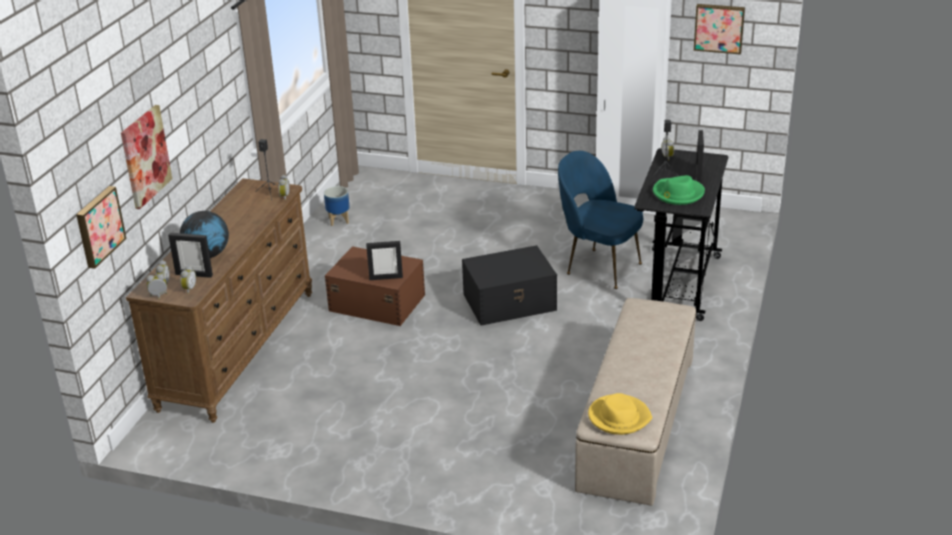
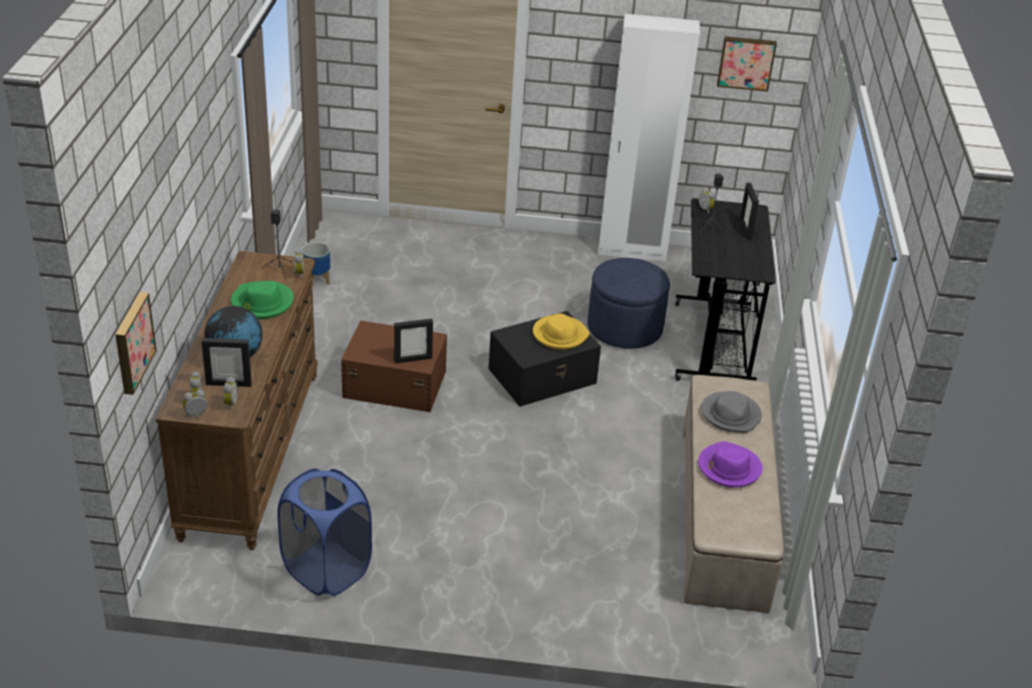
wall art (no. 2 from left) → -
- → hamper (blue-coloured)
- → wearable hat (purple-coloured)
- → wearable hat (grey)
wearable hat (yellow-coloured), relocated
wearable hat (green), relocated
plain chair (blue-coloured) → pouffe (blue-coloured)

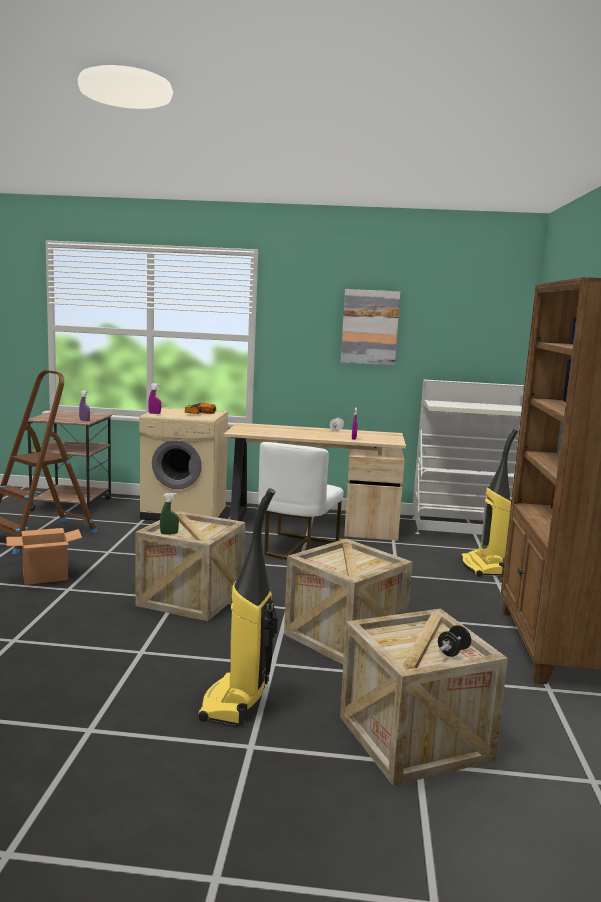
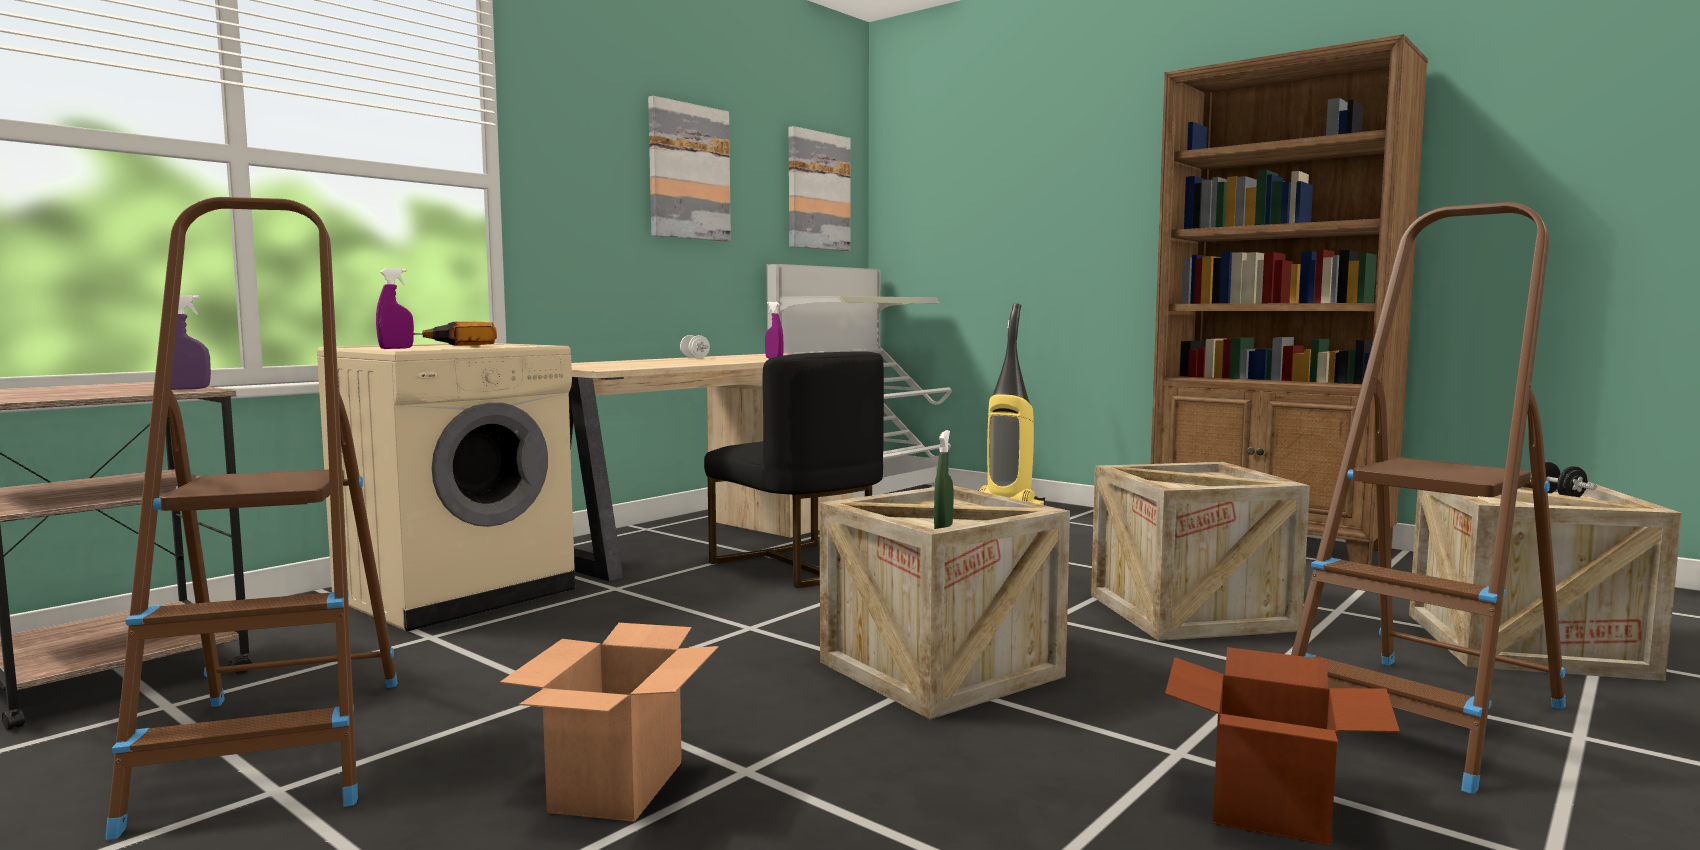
- → wall art (no. 2 from left)
- → packing box (no. 2 from left)
vacuum (no. 1 from left) → stepladder (brown-coloured) (no. 2 from left)
plain chair (white-coloured) → plain chair (blackish)

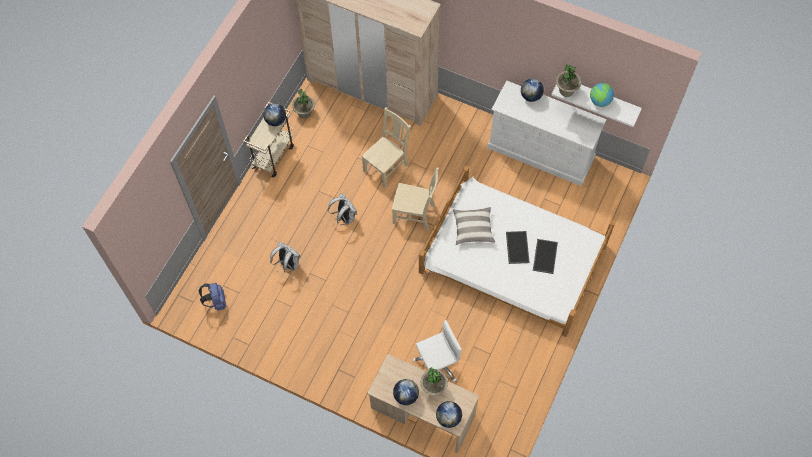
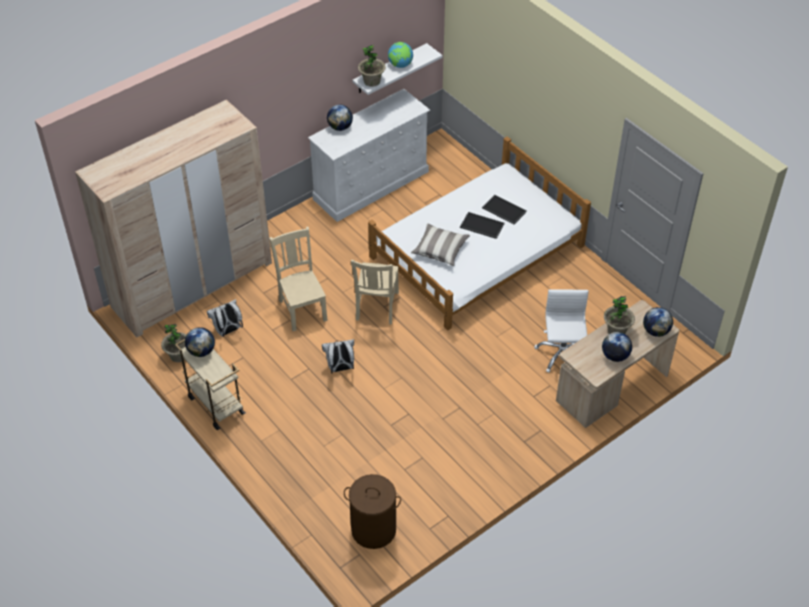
rucksack (white-coloured) (no. 1 from left), relocated
rucksack (blue-coloured) → hamper (brown-coloured)
plain chair (beige-coloured) (no. 2 from left), 150 degrees clockwise

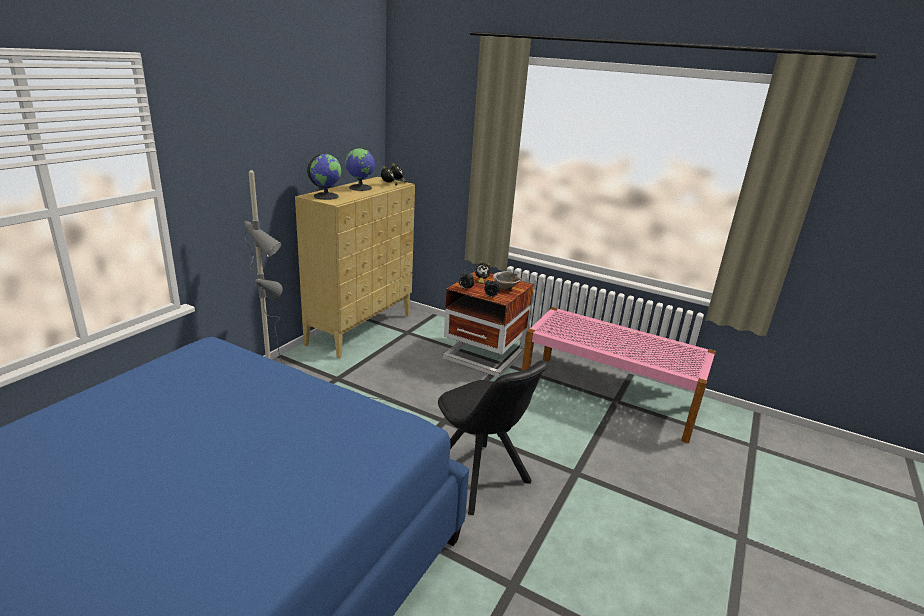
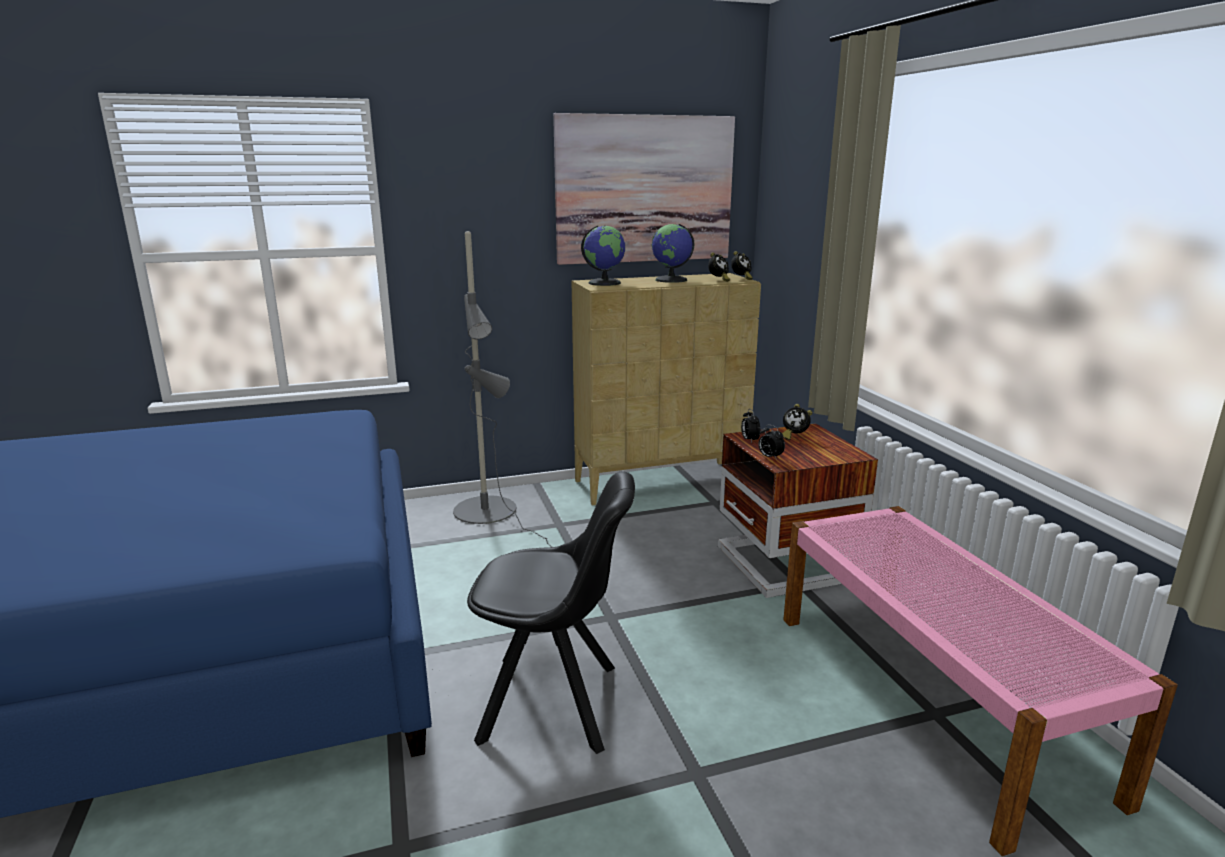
bowl → -
- → wall art
plain chair (blackish), 90 degrees counterclockwise

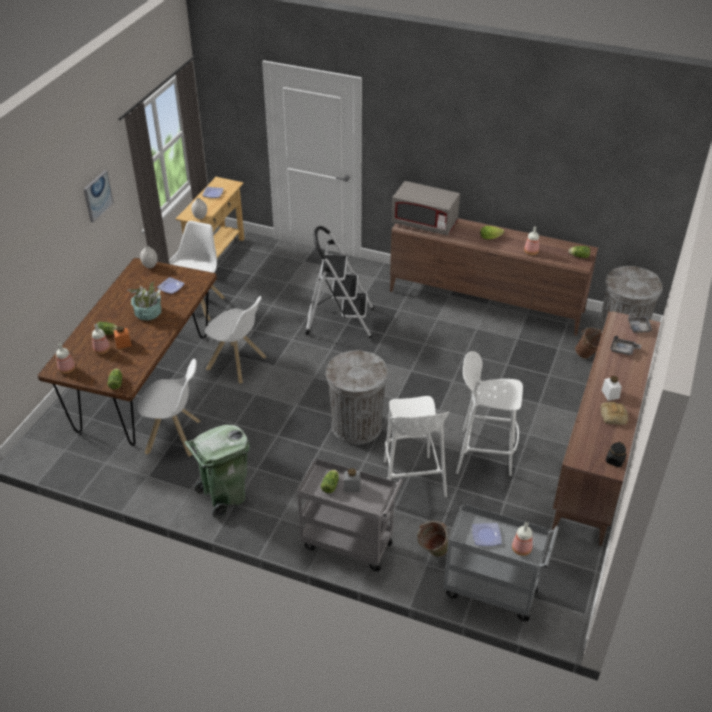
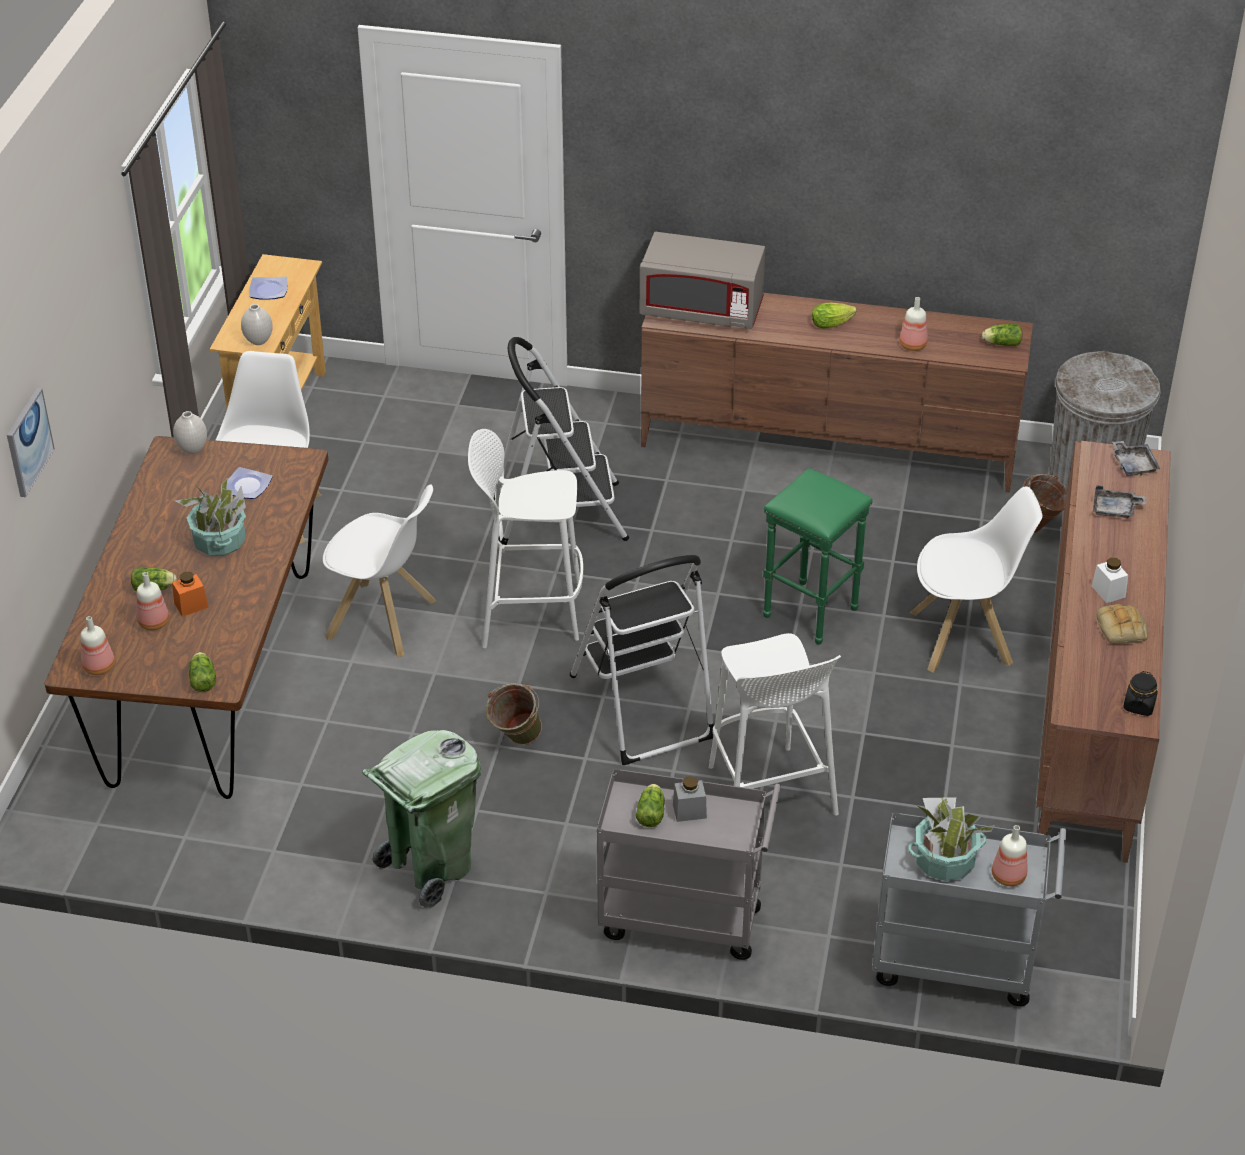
- → sitting stool (green)
wall art, relocated
plain chair (white-coloured) (no. 1 from left in the first image) → plain chair (white-coloured) (no. 3 from left), relocated
pail (green), relocated
sitting stool (white-coloured) (no. 2 from left in the first image) → sitting stool (white-coloured) (no. 1 from left), relocated
trash can (grey) (no. 1 from left) → stepladder (no. 2 from left)
plate (no. 3 from left) → potted plant (no. 2 from left)

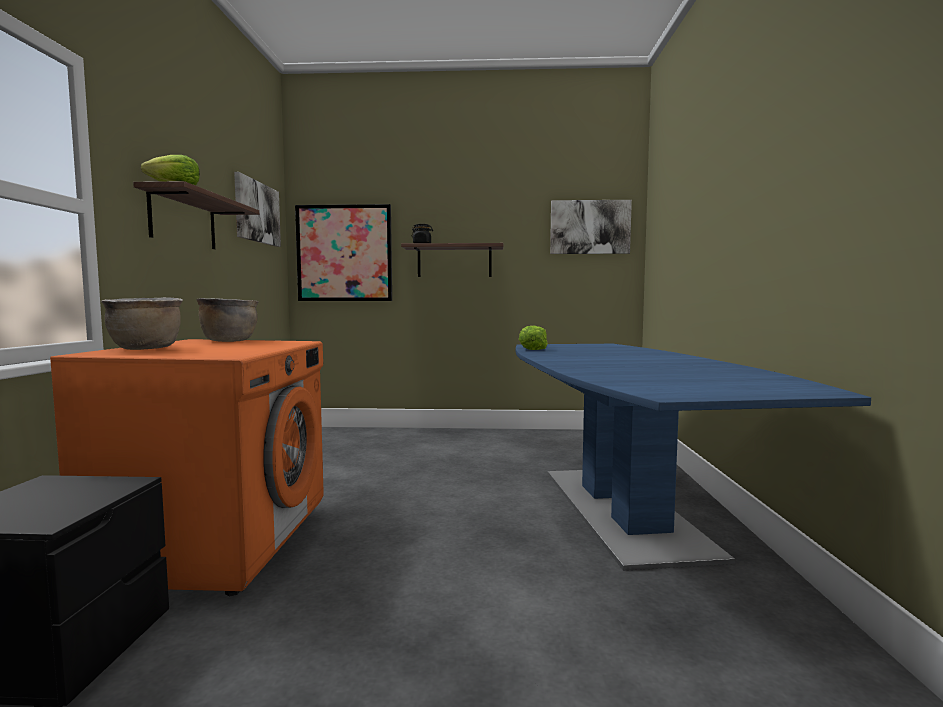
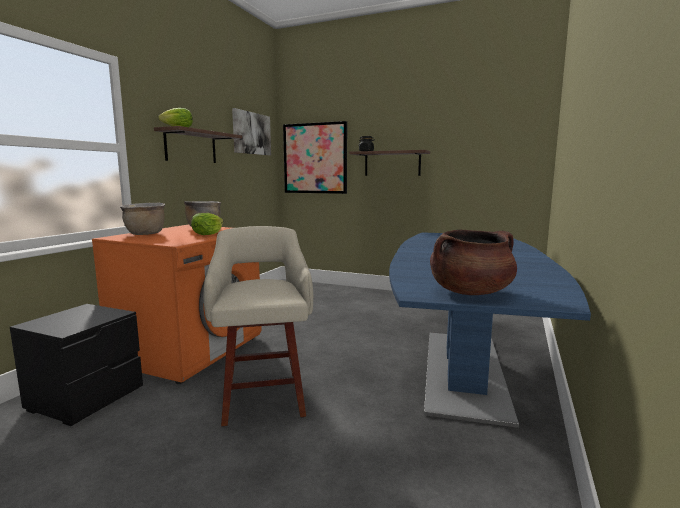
wall art (no. 3 from left) → -
- → sitting stool (beige-coloured)
- → cooking pot (brown-coloured) (no. 3 from left)
head of lettuce (no. 2 from left), relocated

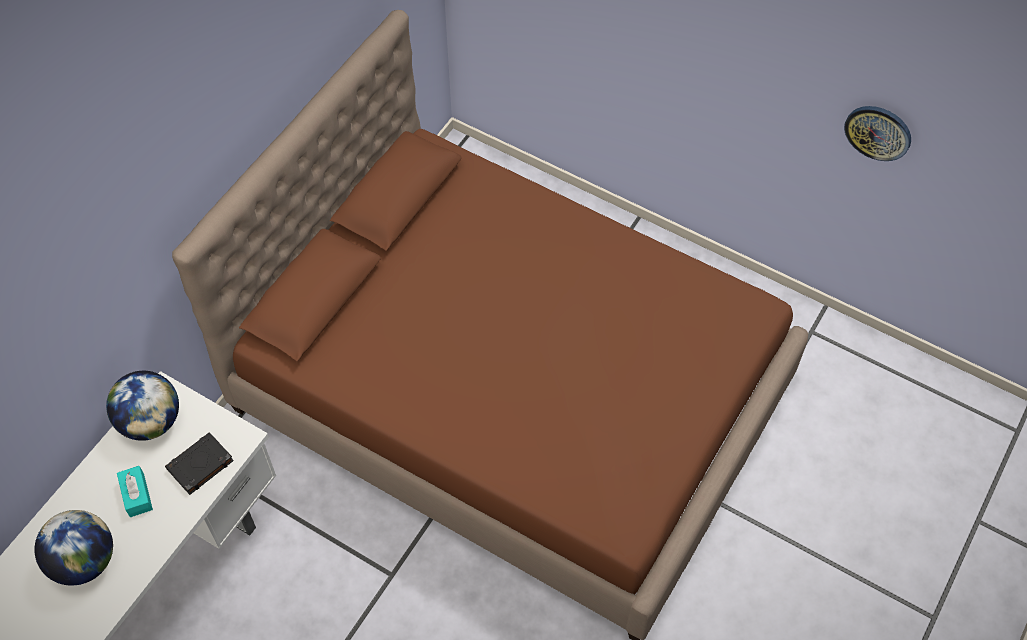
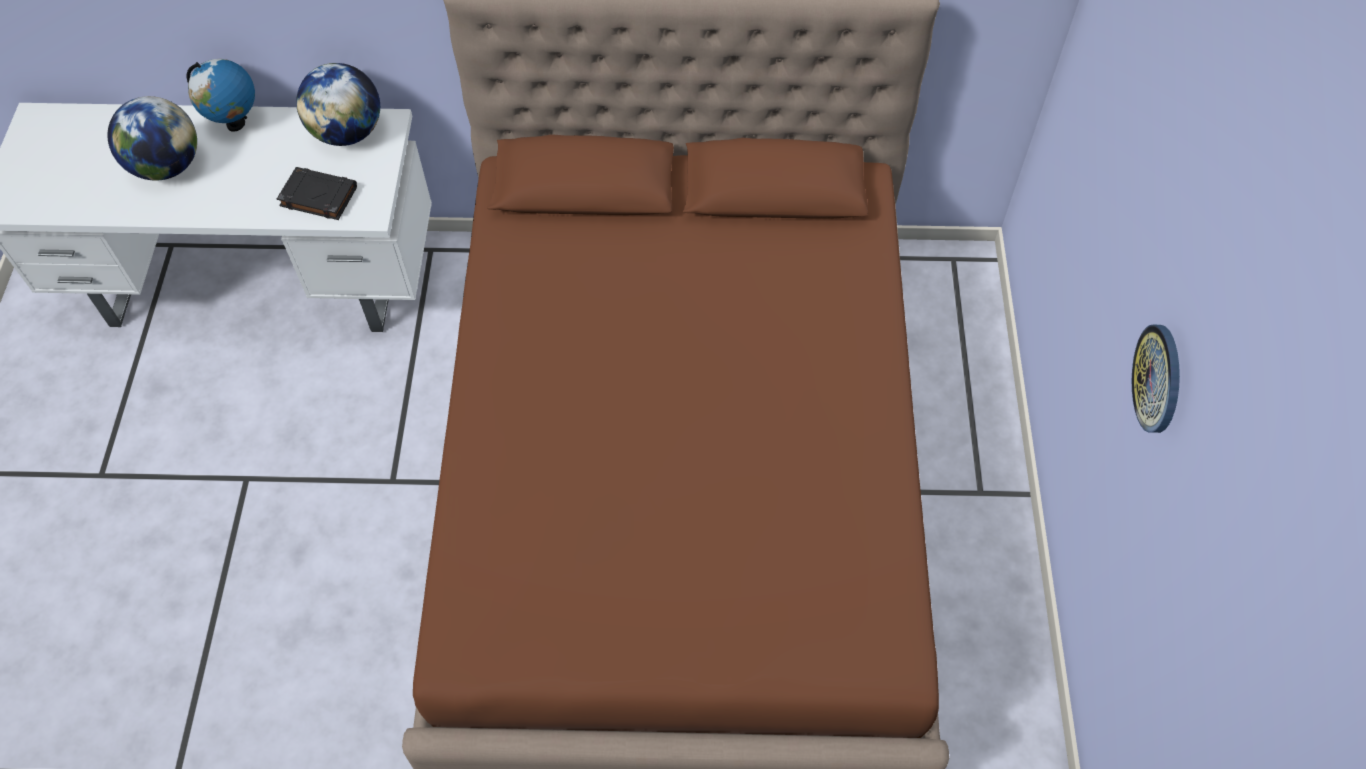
tissue box (blue-green) → -
- → desk globe (no. 2 from left)
wall clock, relocated

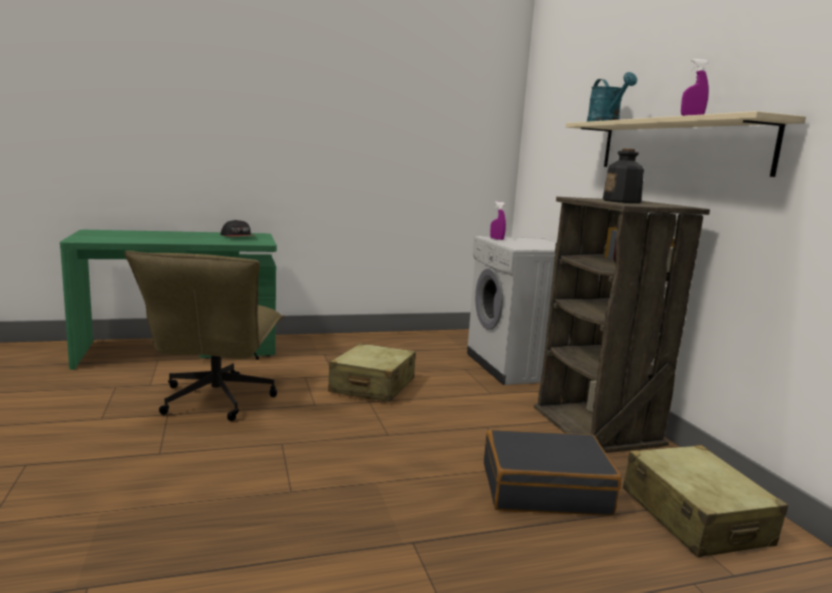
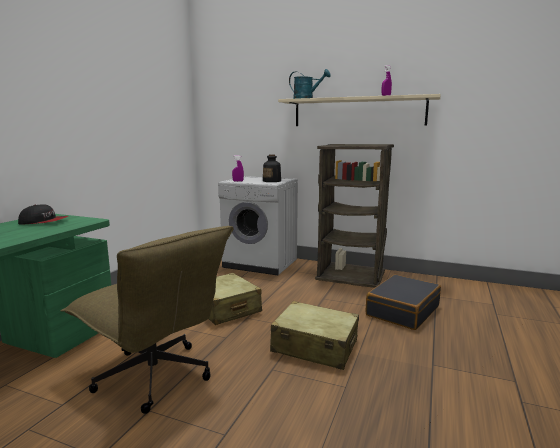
beverage bottle, relocated
suitcase (beige-coloured) (no. 2 from left), relocated

